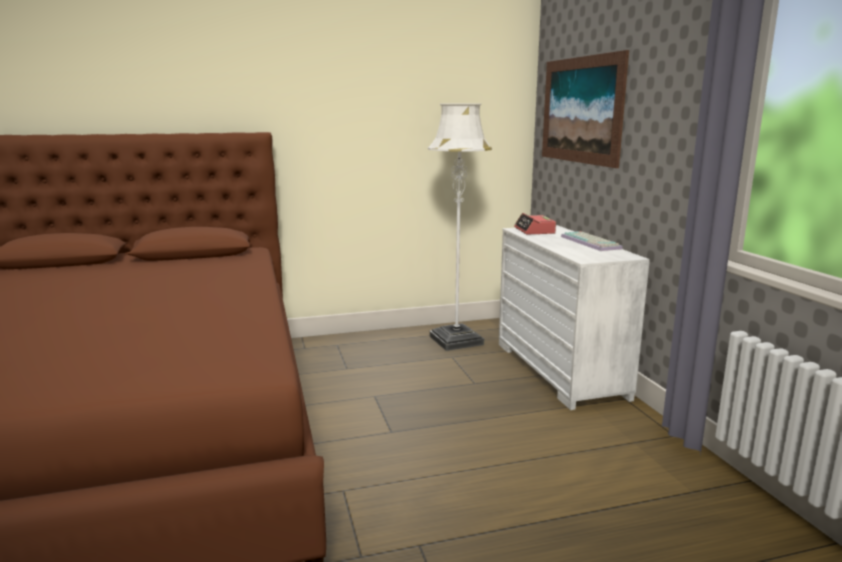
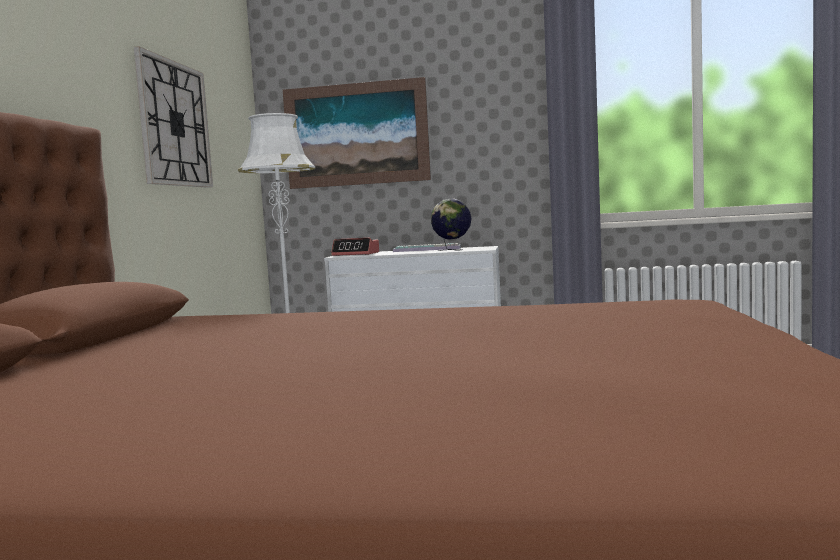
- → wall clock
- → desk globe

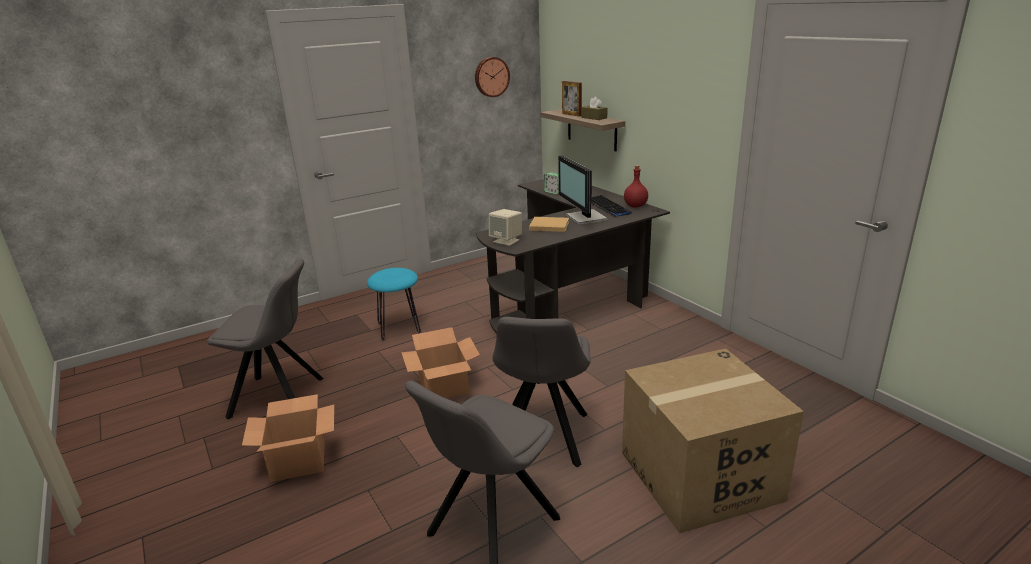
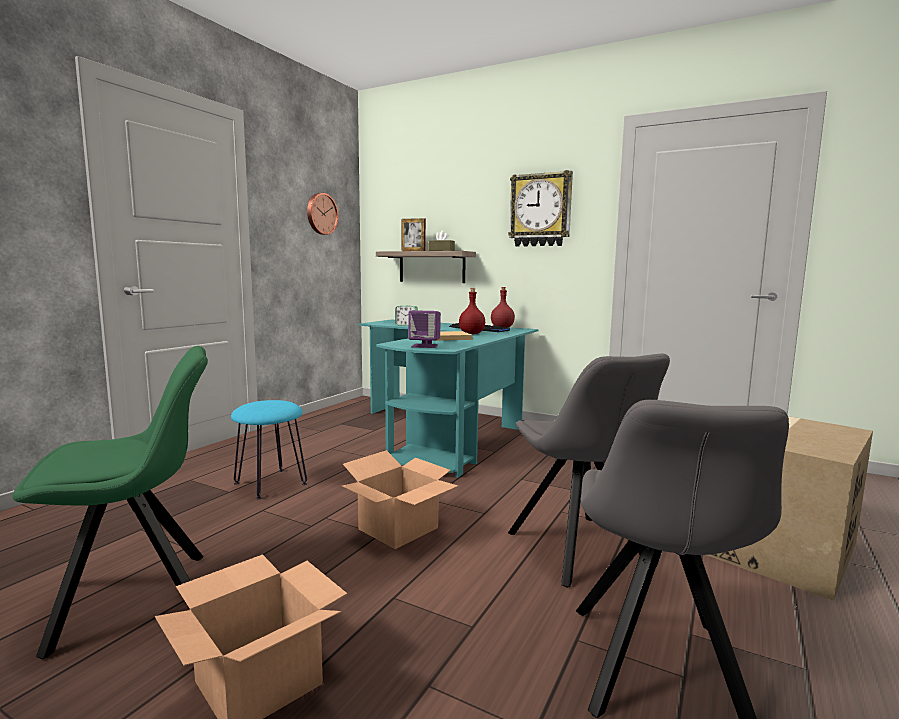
- → wall clock (no. 2 from left)
monitor → beverage bottle (red) (no. 1 from left)
plain chair (grey) (no. 1 from left) → plain chair (green)
desk table (blackish) → desk table (blue-green)
audio speaker (beige-coloured) → audio speaker (purple-coloured)

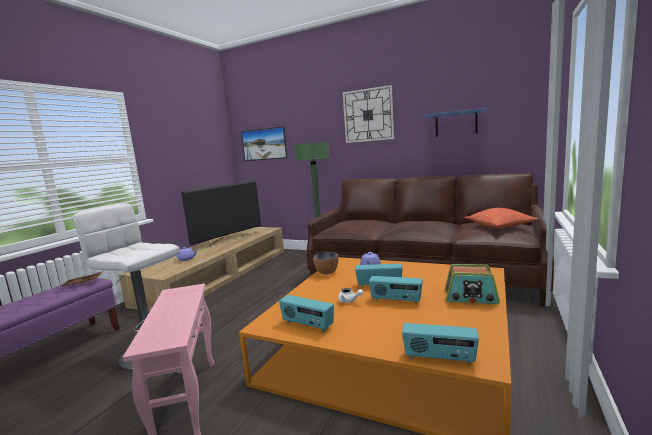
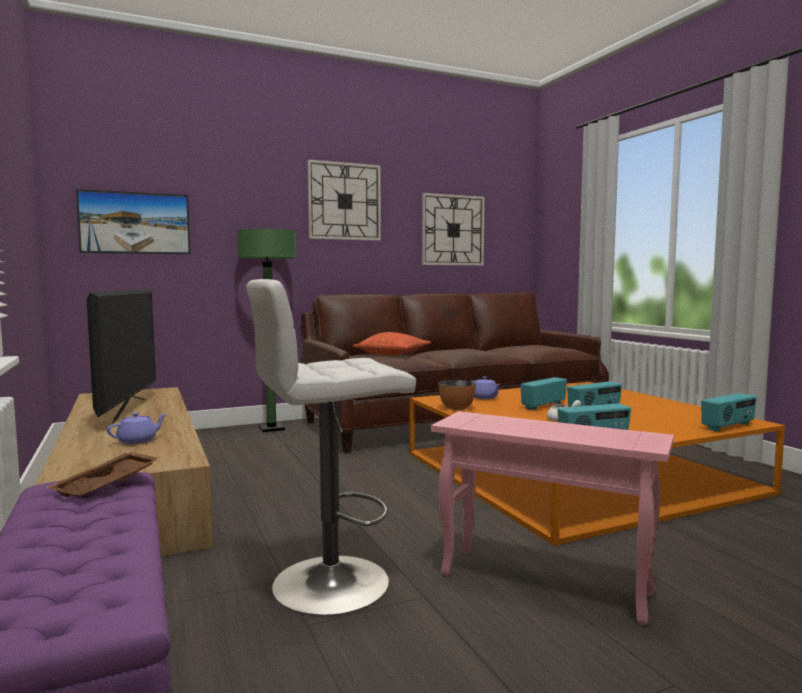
radio set (no. 5 from left) → -
throw pillow (orange-coloured), relocated
shelf (blue-coloured) → wall clock (no. 2 from left)

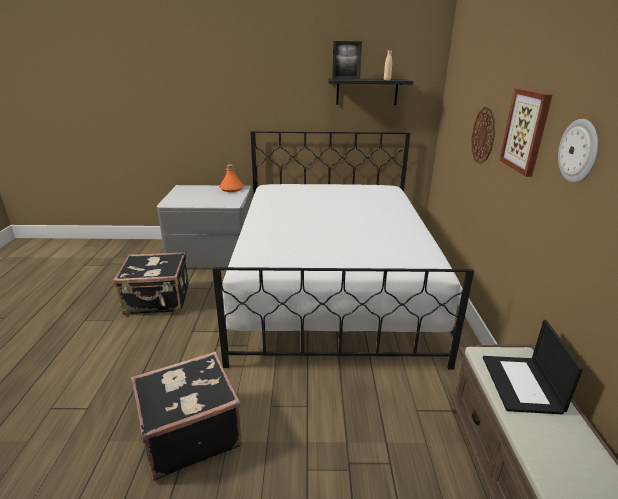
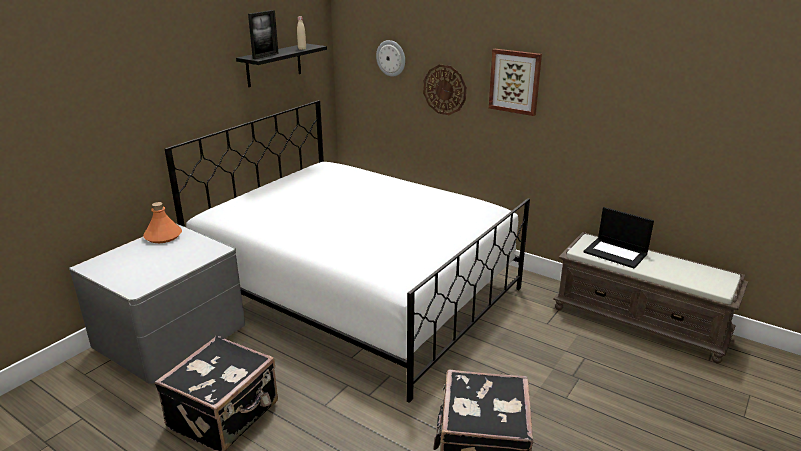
wall clock (no. 2 from left in the first image) → wall clock (no. 1 from left), relocated

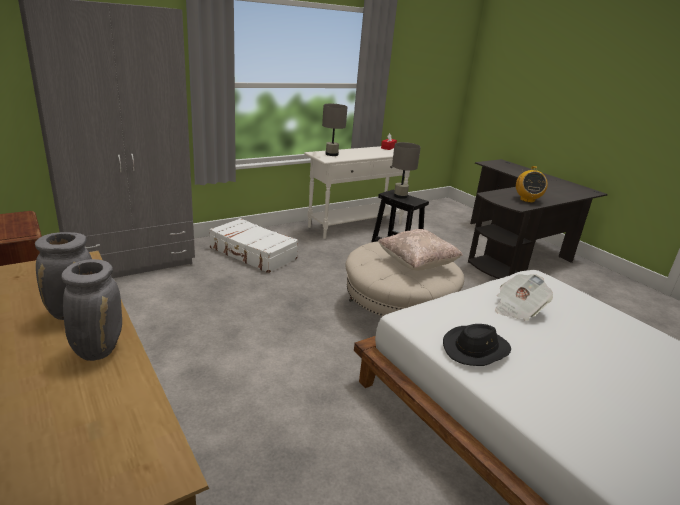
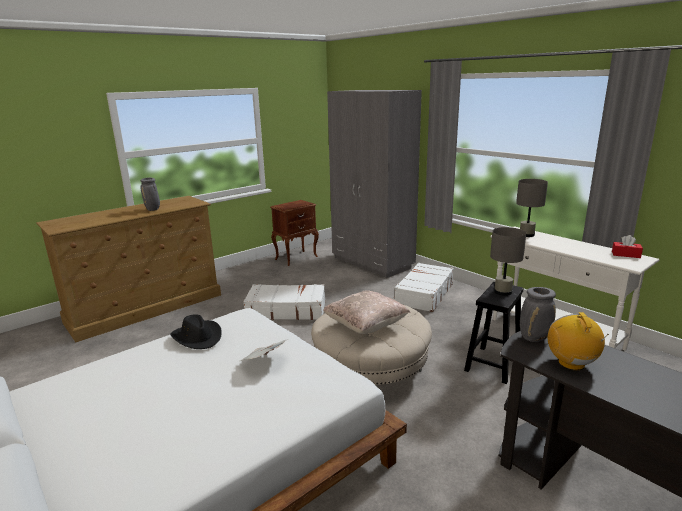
- → suitcase (white-coloured) (no. 1 from left)
vase (grey) (no. 2 from left), relocated
radio set, 90 degrees clockwise

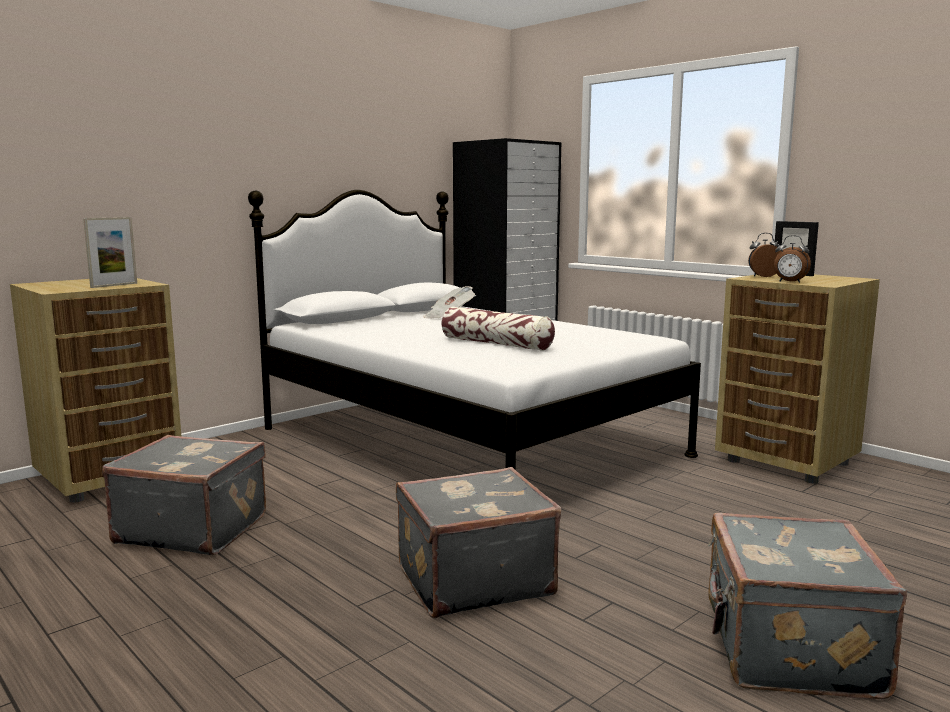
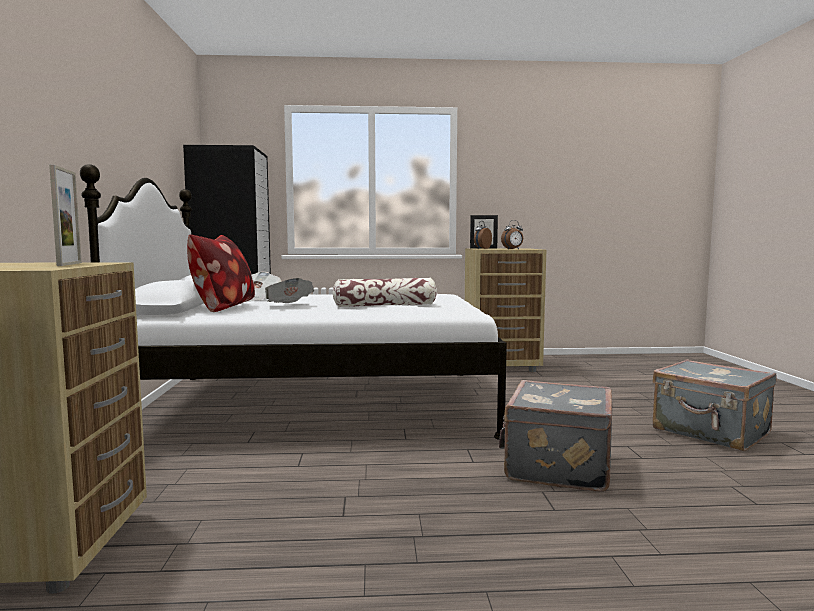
suitcase (grey) (no. 1 from left) → -
- → throw pillow (no. 1 from left)
- → daily paper (no. 2 from left)

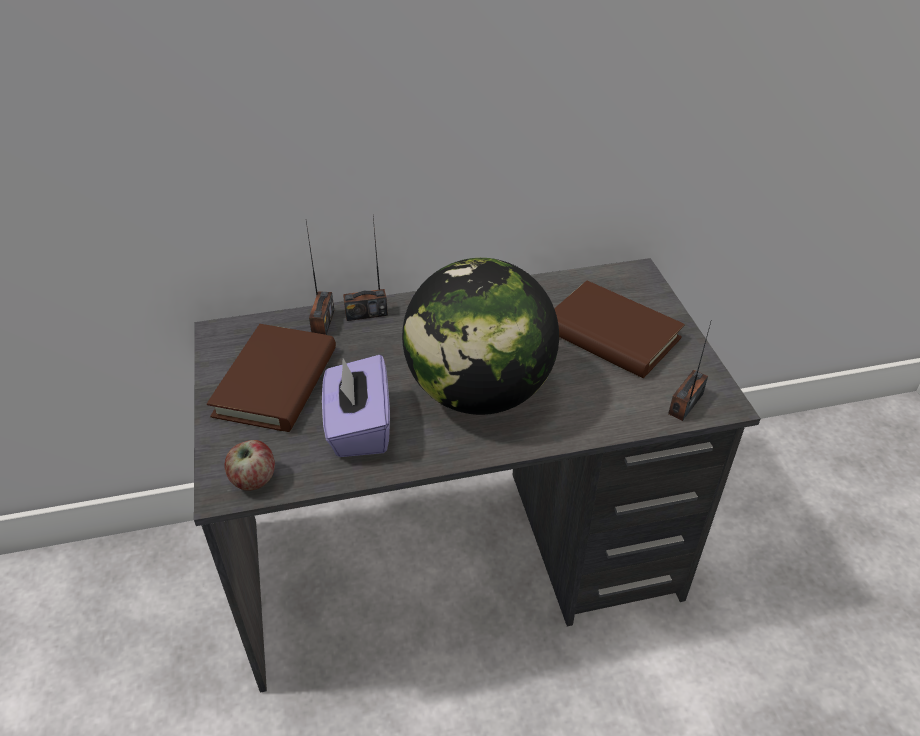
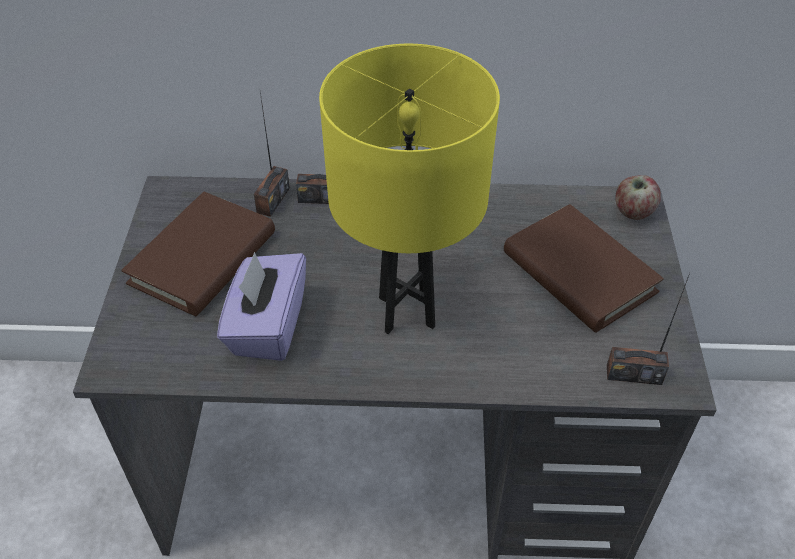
apple fruit, relocated
desk globe → lamp for a table (yellow-coloured)
radio set (no. 3 from left), 135 degrees counterclockwise

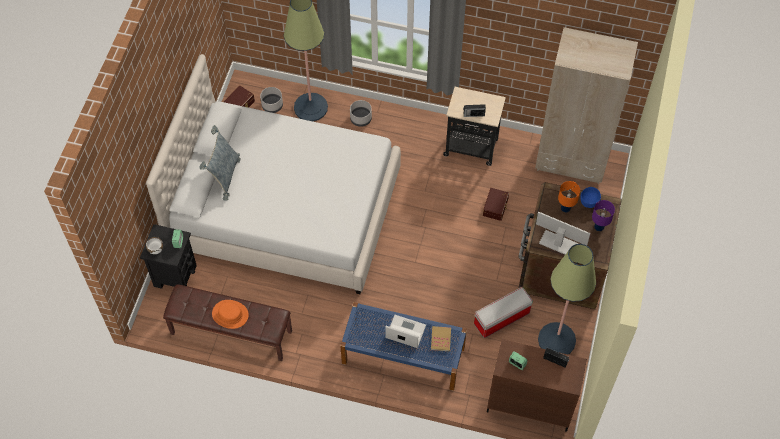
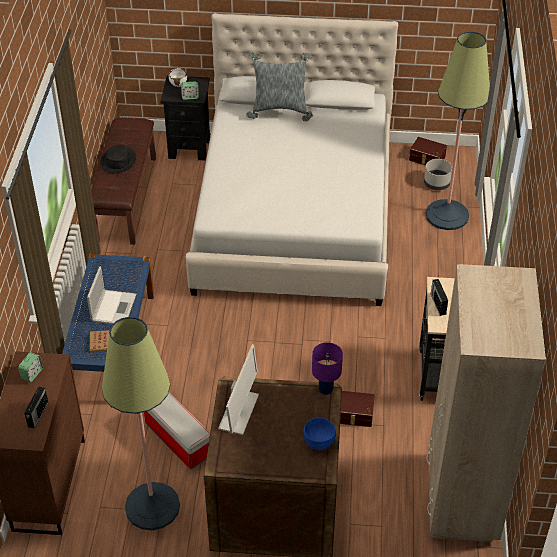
flower pot (grey) (no. 2 from left) → -
lamp for a table (orange-coloured) → -
lamp for a table (purple-coloured), relocated
wearable hat (orange-coloured) → wearable hat (blackish)

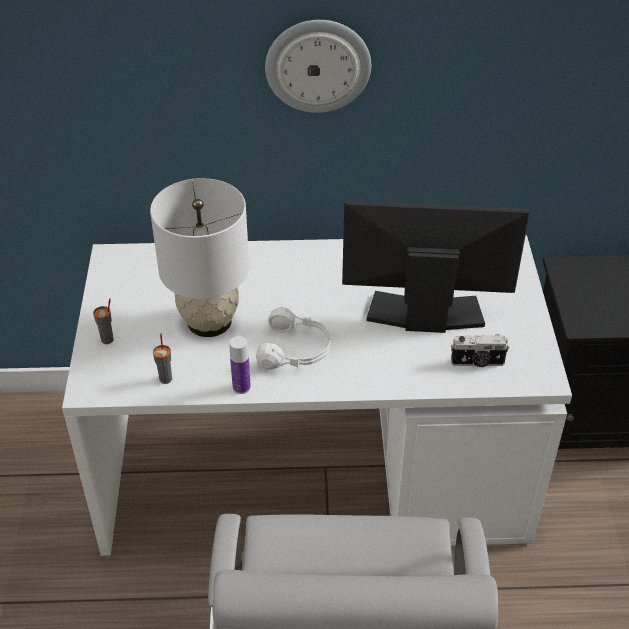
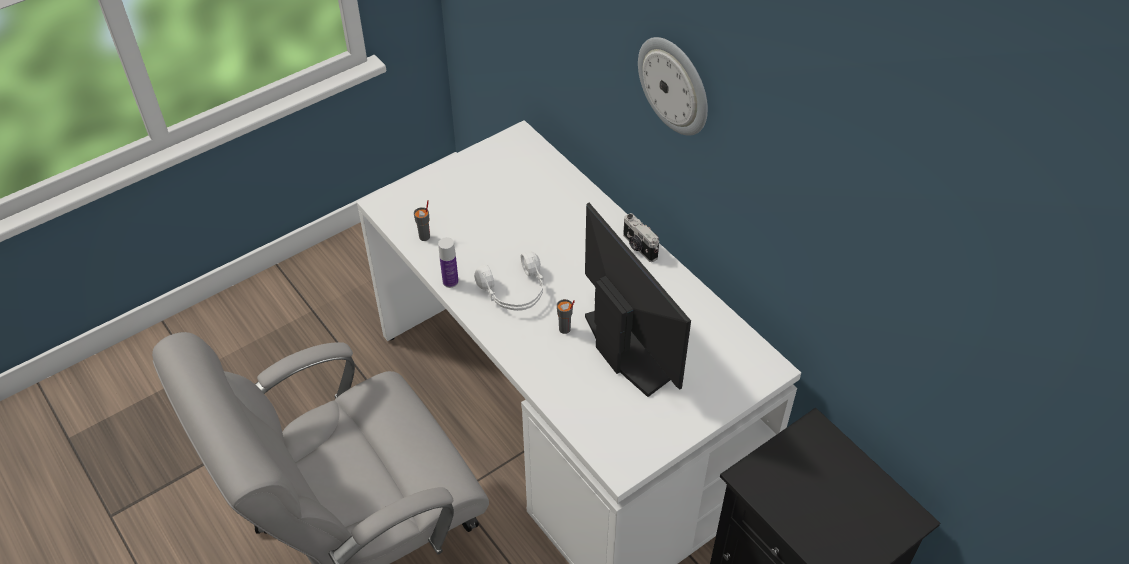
lamp for a table (white-coloured) → -
small cup (grey) (no. 1 from left in the first image) → small cup (grey) (no. 2 from left), relocated
still camera, relocated

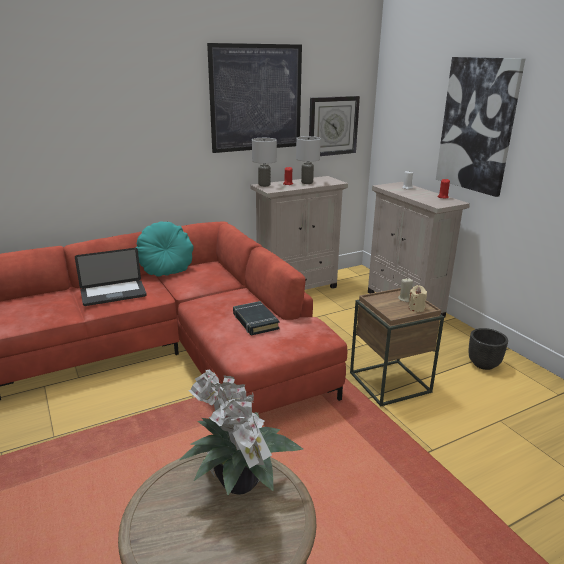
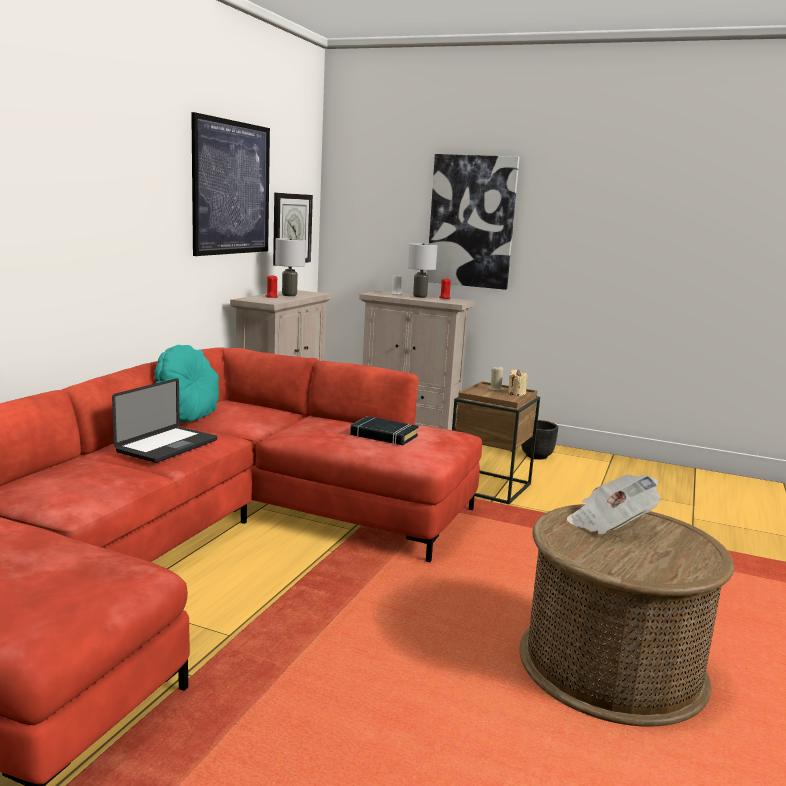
lamp for a table (white-coloured) (no. 1 from left in the first image) → lamp for a table (white-coloured) (no. 2 from left), relocated
potted plant → daily paper

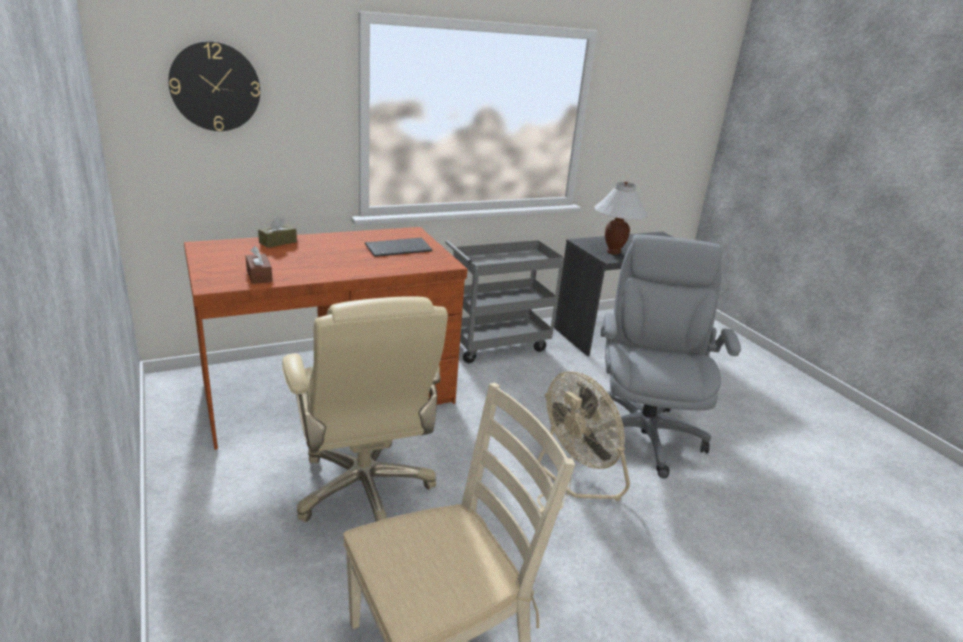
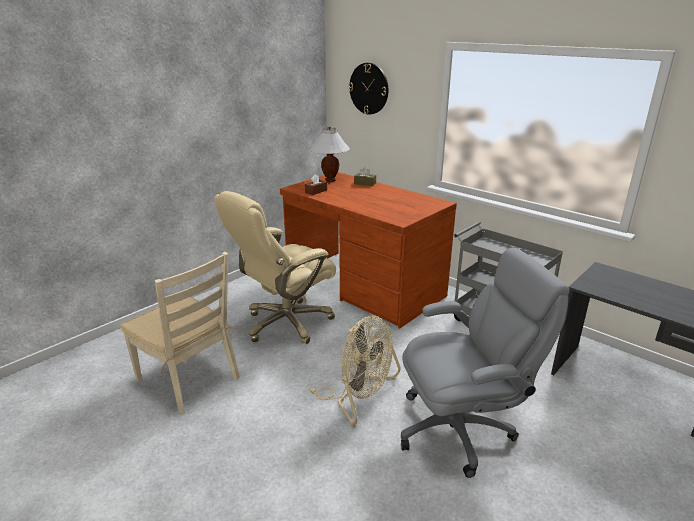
keyboard → -
lamp for a table (white-coloured), relocated

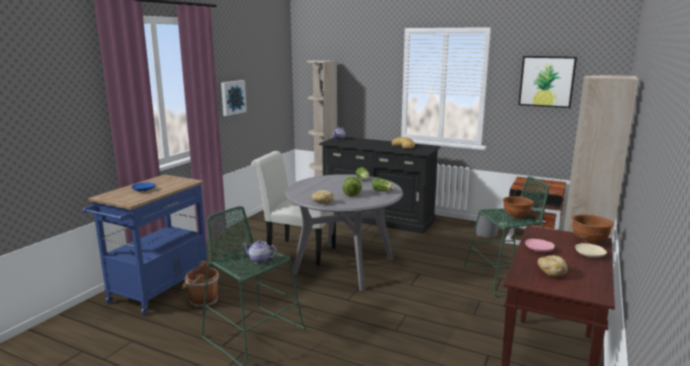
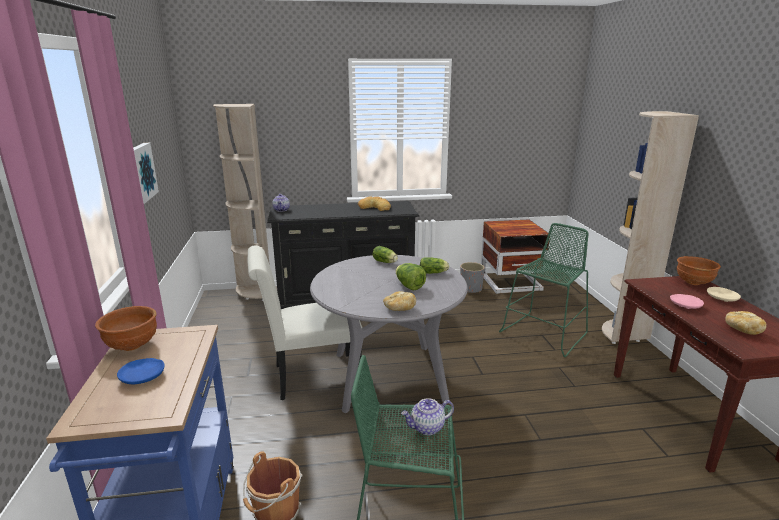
wall art (no. 2 from left) → -
bowl (brown-coloured) (no. 1 from left), relocated

